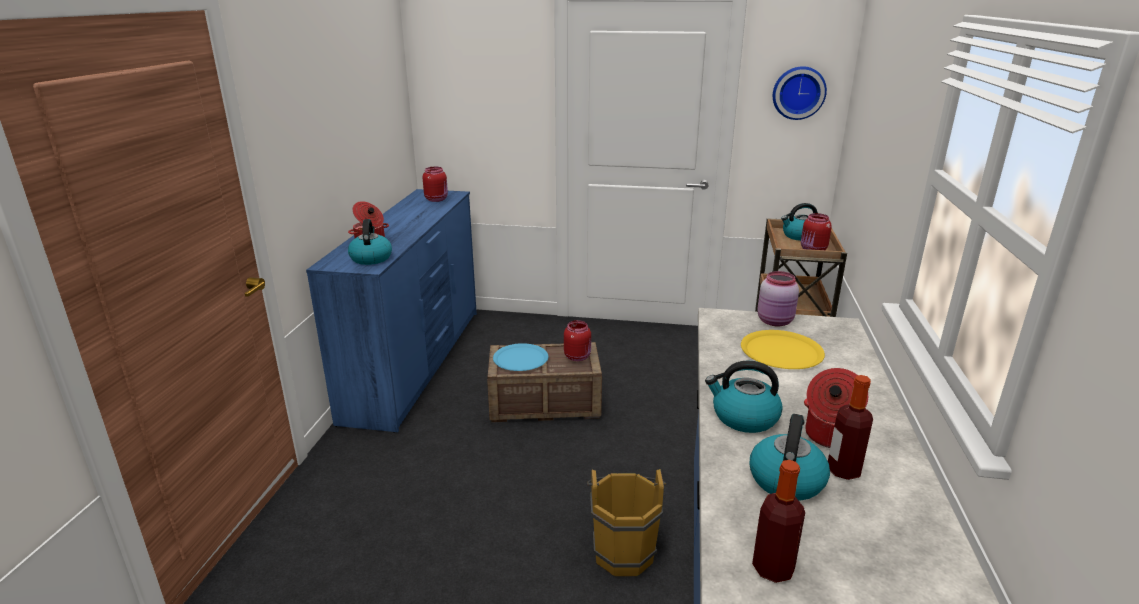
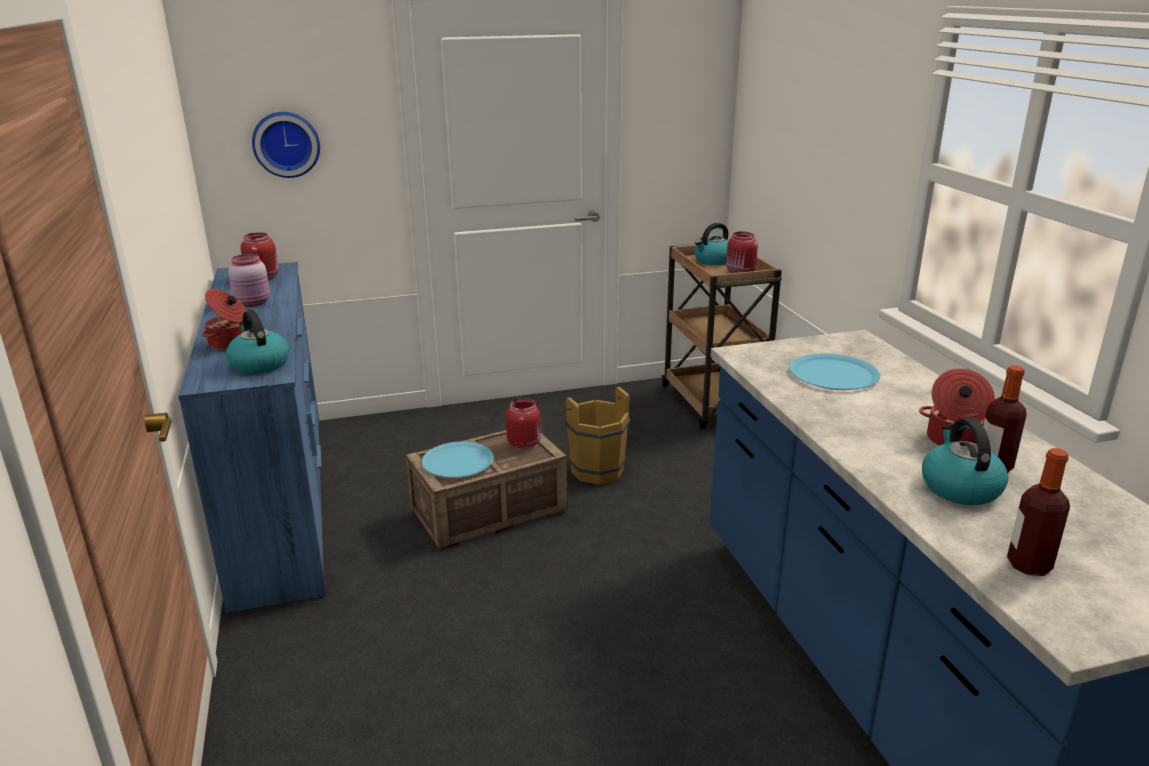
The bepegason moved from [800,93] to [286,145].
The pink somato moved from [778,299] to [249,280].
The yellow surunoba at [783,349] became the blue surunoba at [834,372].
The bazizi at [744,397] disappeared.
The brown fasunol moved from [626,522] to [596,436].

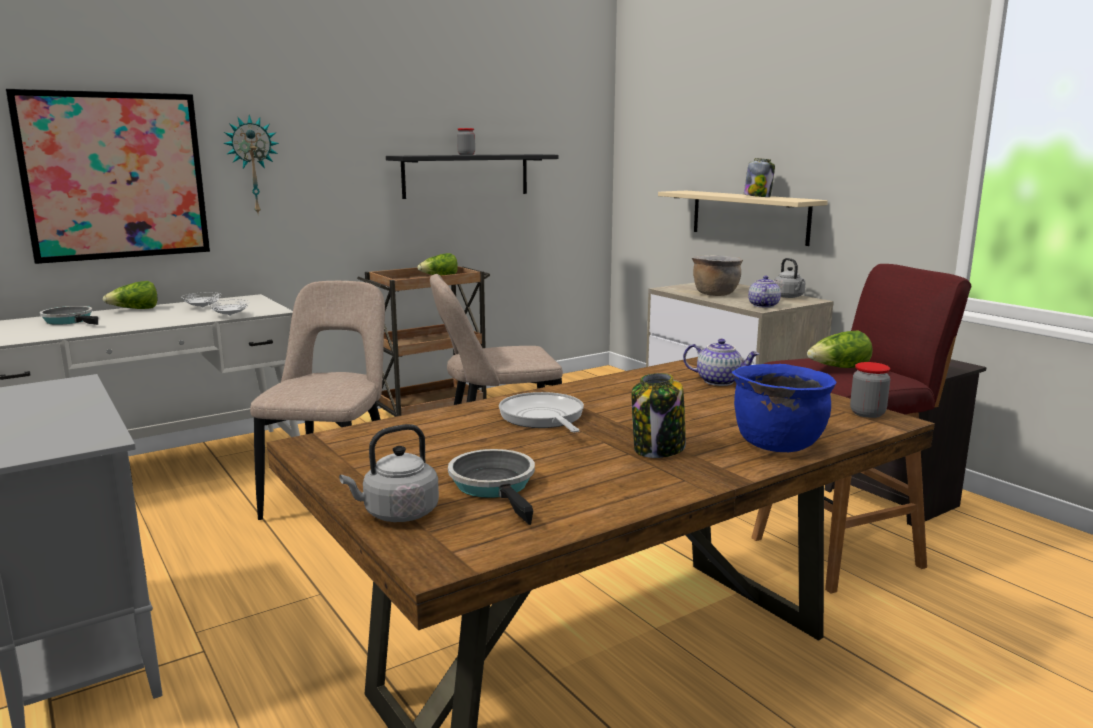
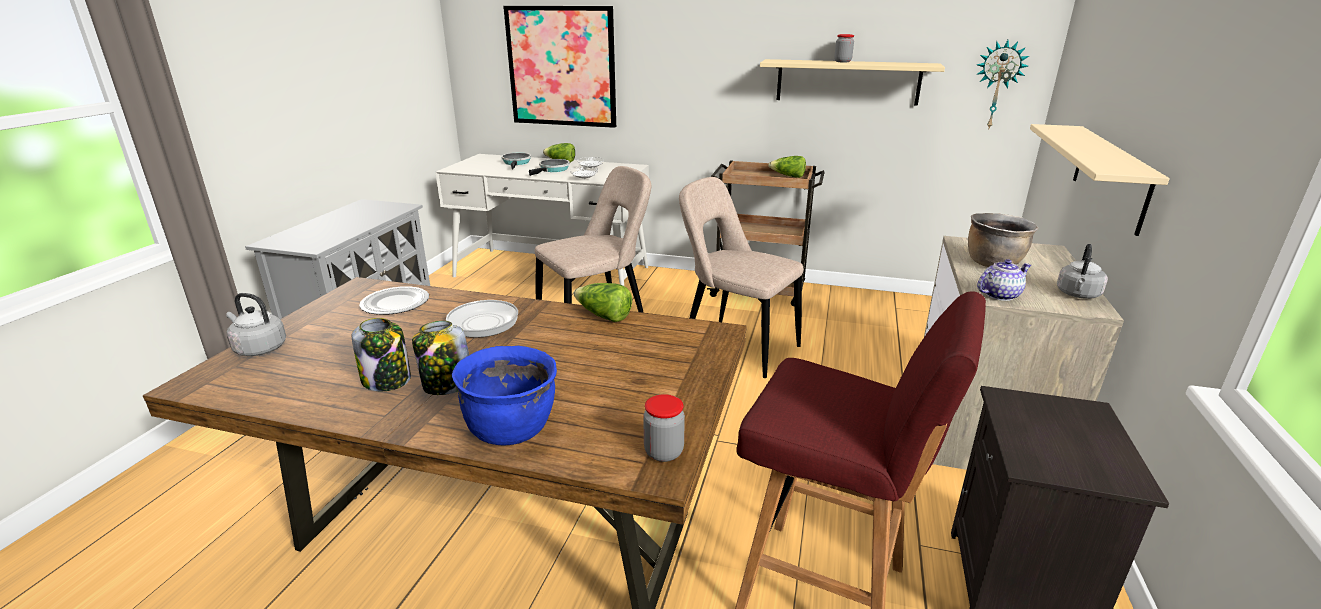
The bepegason moved from [251,165] to [1002,85].
The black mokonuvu at [472,176] became the beige mokonuvu at [852,82].
The somato moved from [759,177] to [381,354].
The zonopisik moved from [840,349] to [603,302].
The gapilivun at [721,362] disappeared.
The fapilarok moved from [491,487] to [549,167].
The surunoba at [394,300] appeared.

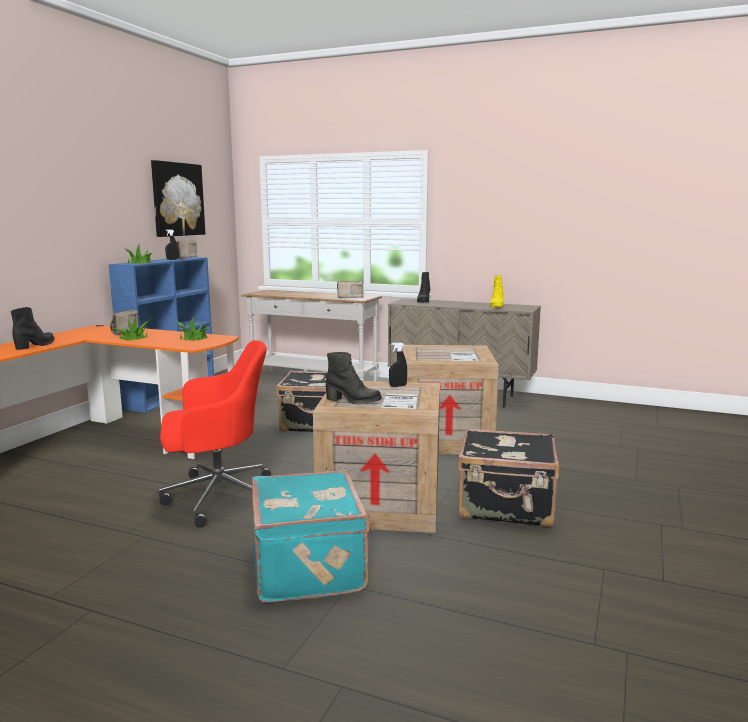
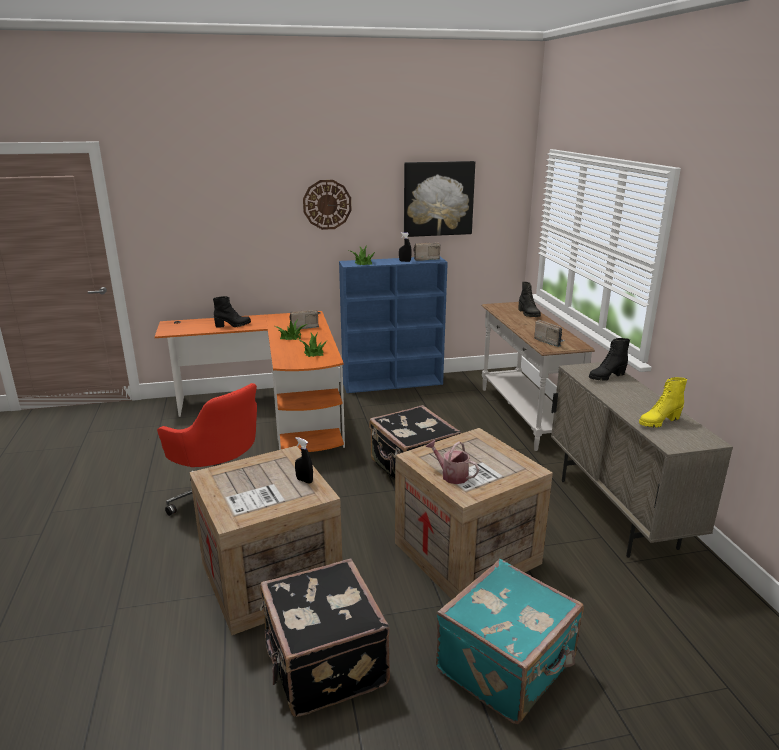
The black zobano moved from [354,378] to [529,299].
The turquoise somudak moved from [311,536] to [510,641].
The bepegason at [327,205] appeared.
The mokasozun at [452,462] appeared.

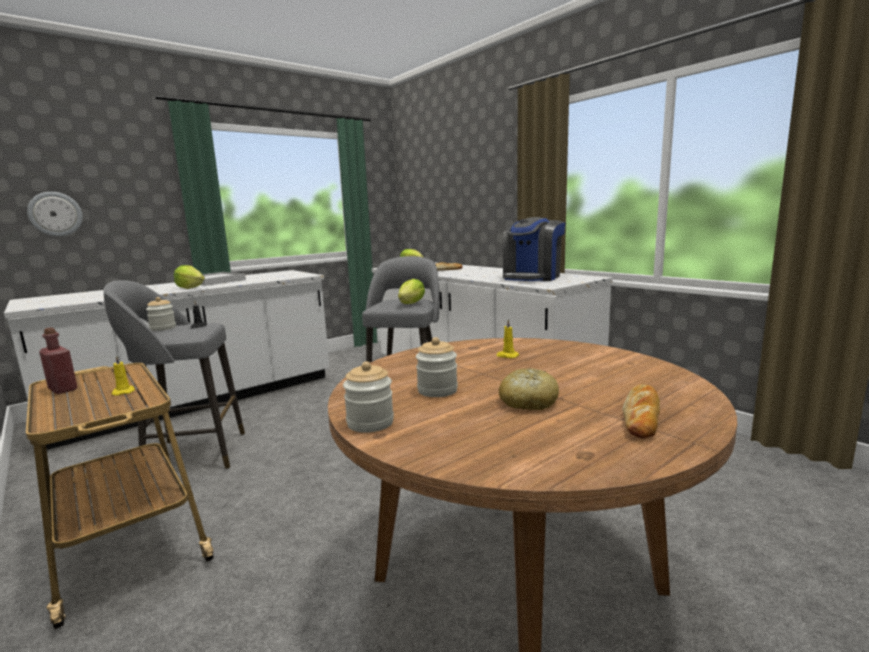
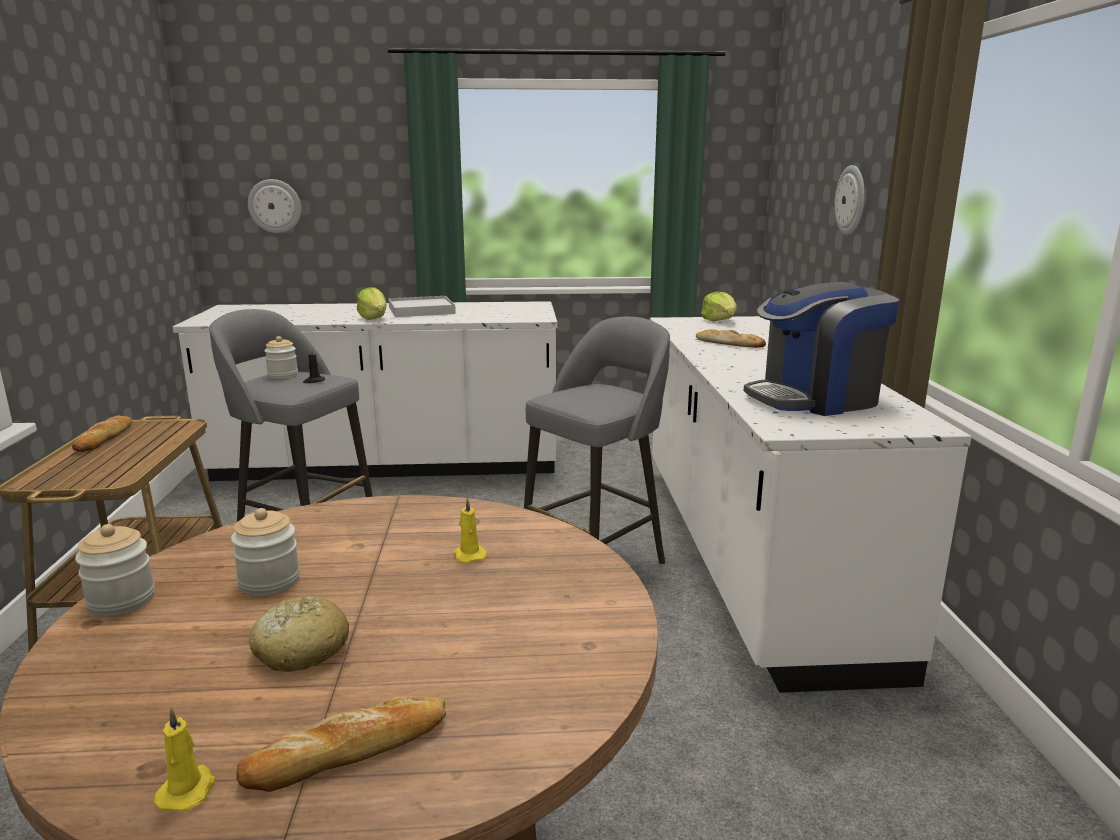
The zonopisik at [411,291] disappeared.
The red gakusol at [58,360] was replaced by the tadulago at [102,433].
The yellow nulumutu moved from [123,375] to [185,759].
The bepegason at [849,200] appeared.

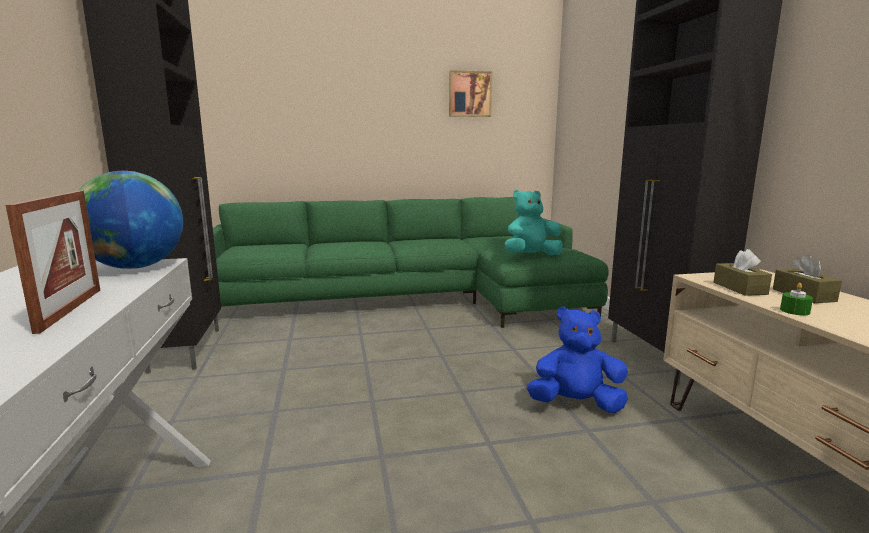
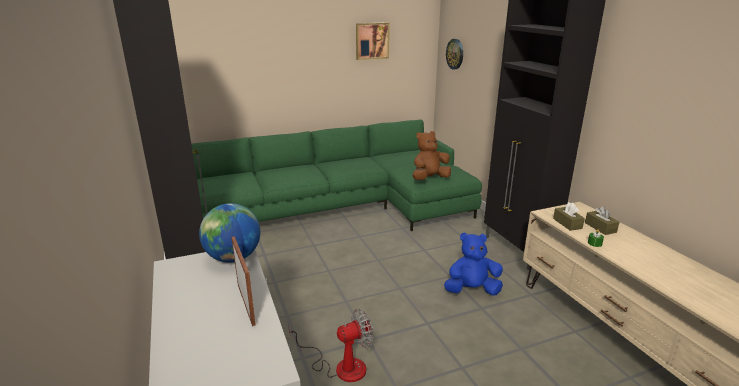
The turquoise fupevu at [534,222] became the brown fupevu at [432,155].
The bepegason at [454,54] appeared.
The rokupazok at [331,345] appeared.

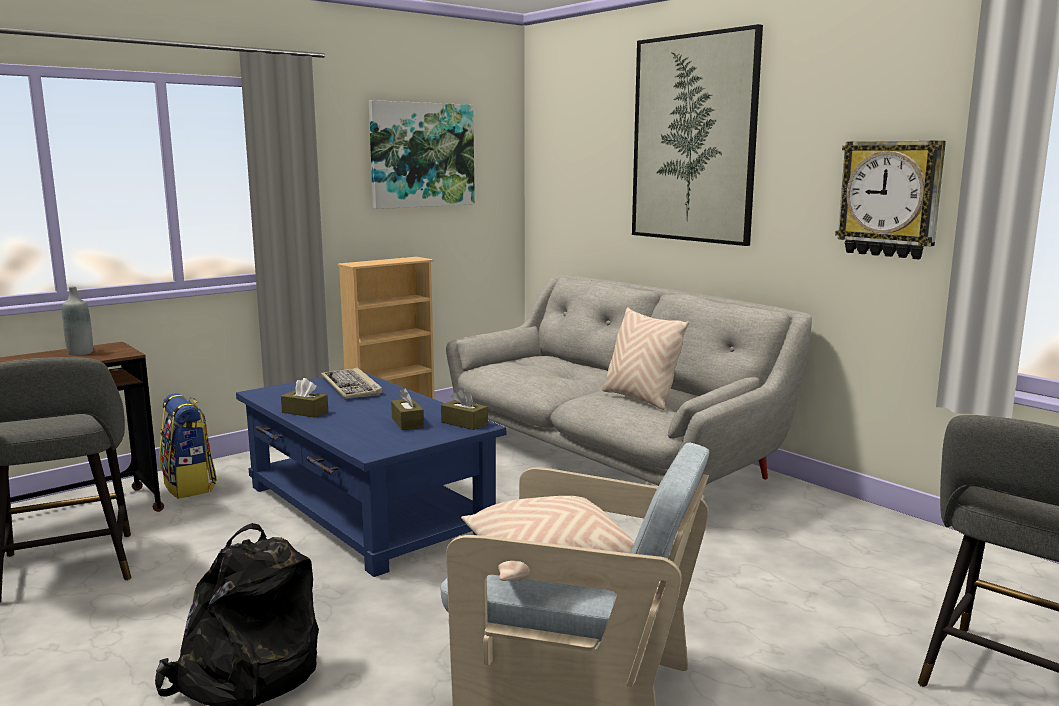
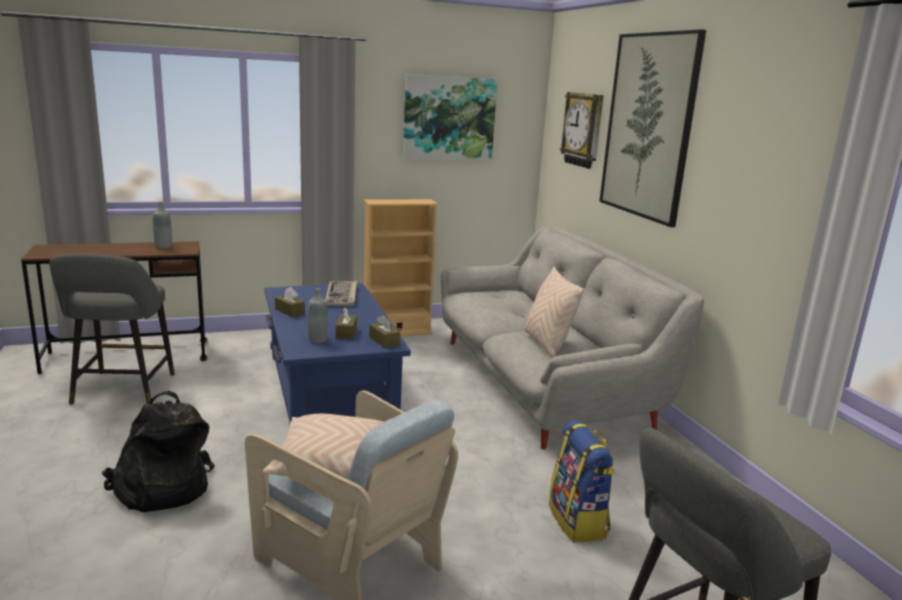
The bepegason moved from [890,200] to [582,130].
The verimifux moved from [188,446] to [582,481].
The grey gakusol at [317,315] appeared.

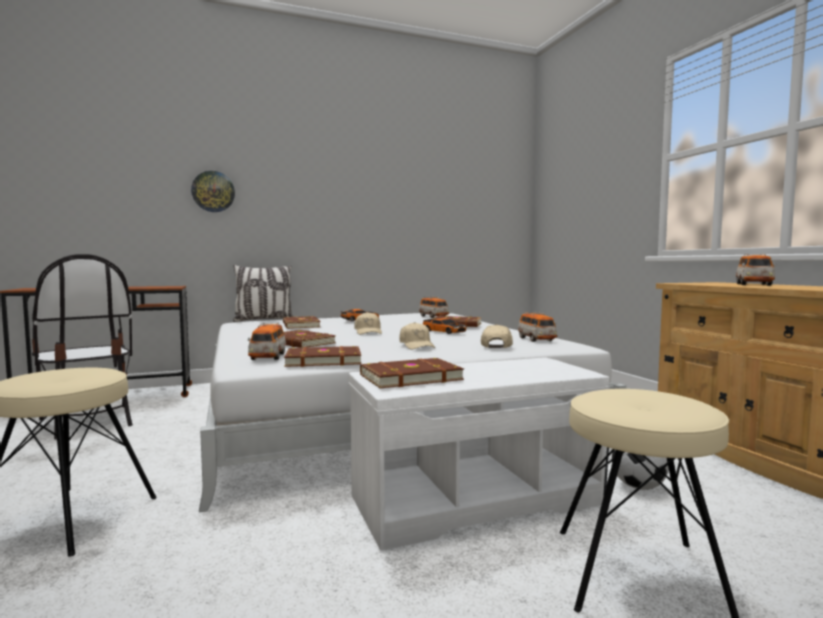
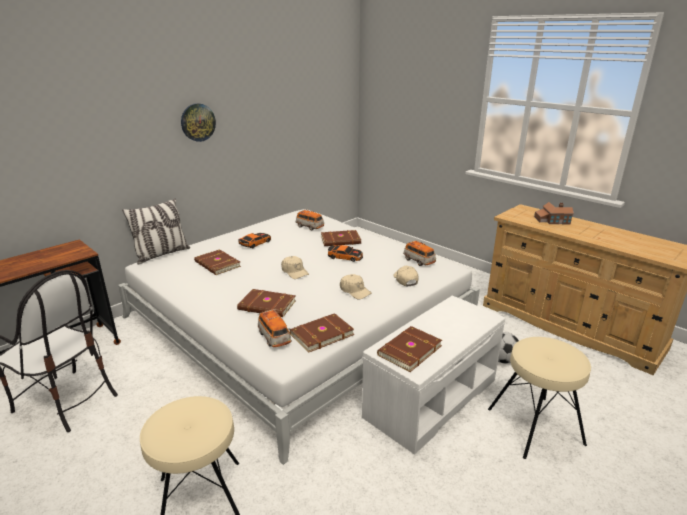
The bepegason moved from [213,191] to [198,122].
The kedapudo at [756,270] was replaced by the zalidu at [554,213].

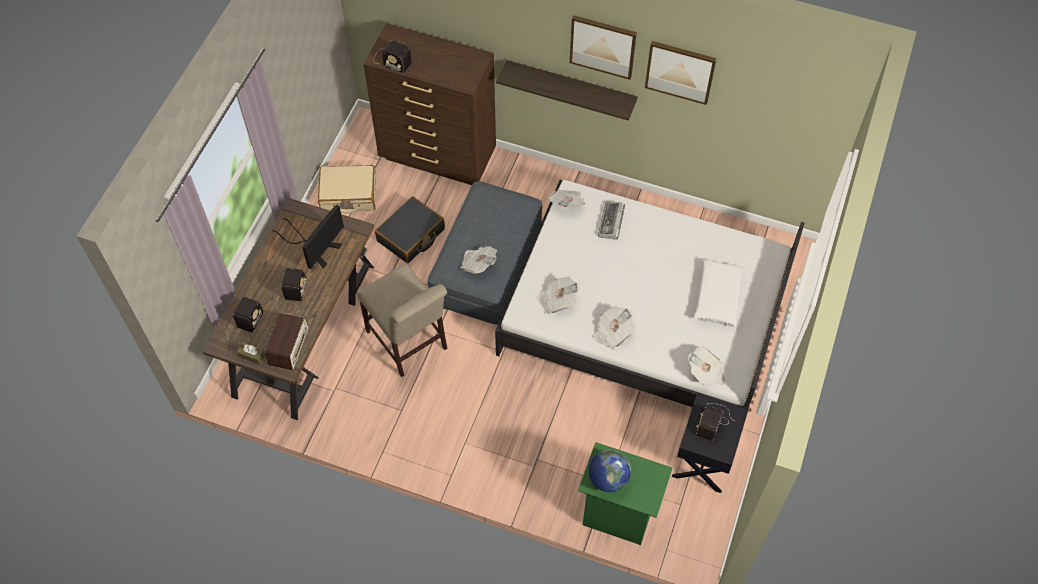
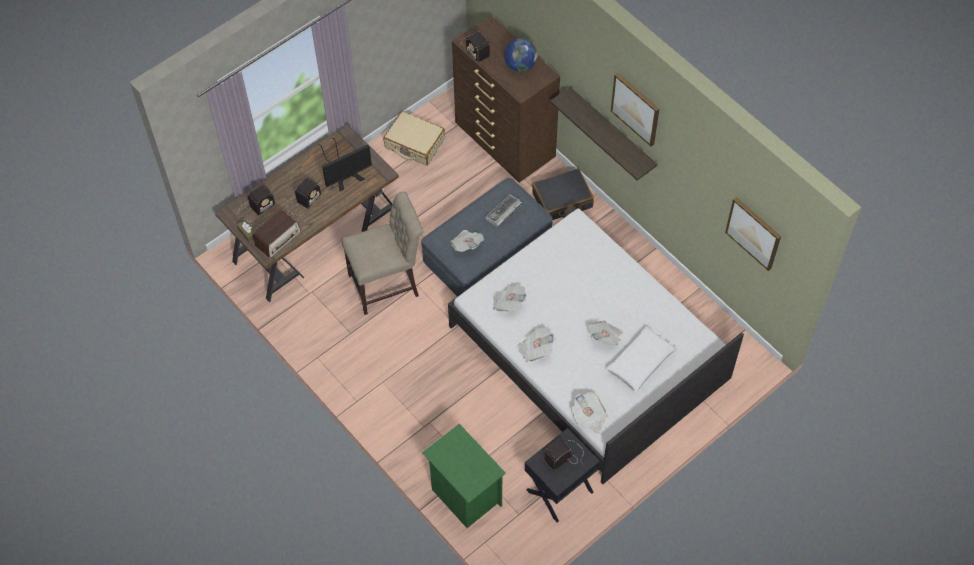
The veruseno moved from [681,73] to [753,234].
The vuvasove moved from [566,198] to [605,333].
The black somudak moved from [410,229] to [563,194].
The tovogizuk moved from [611,220] to [504,211].
The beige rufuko at [402,319] turned 105 degrees counterclockwise.
The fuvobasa moved from [610,471] to [521,55].

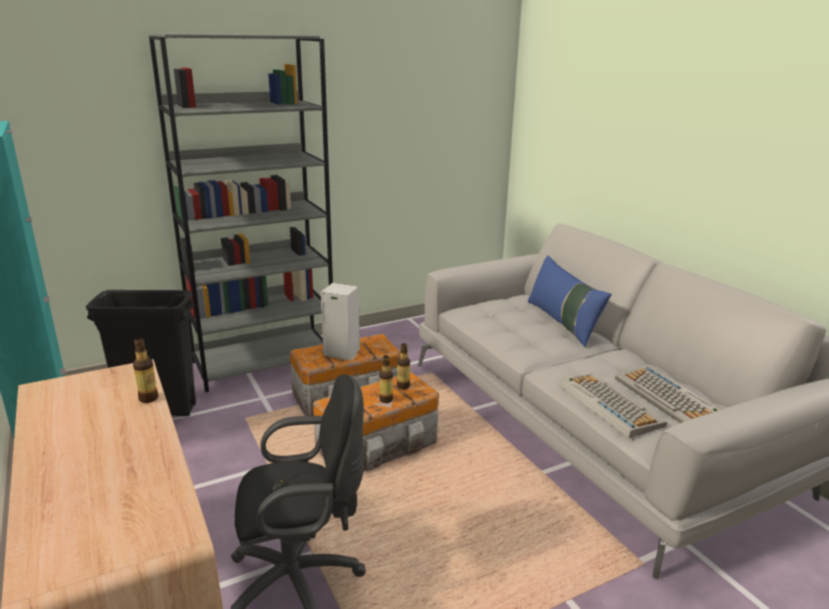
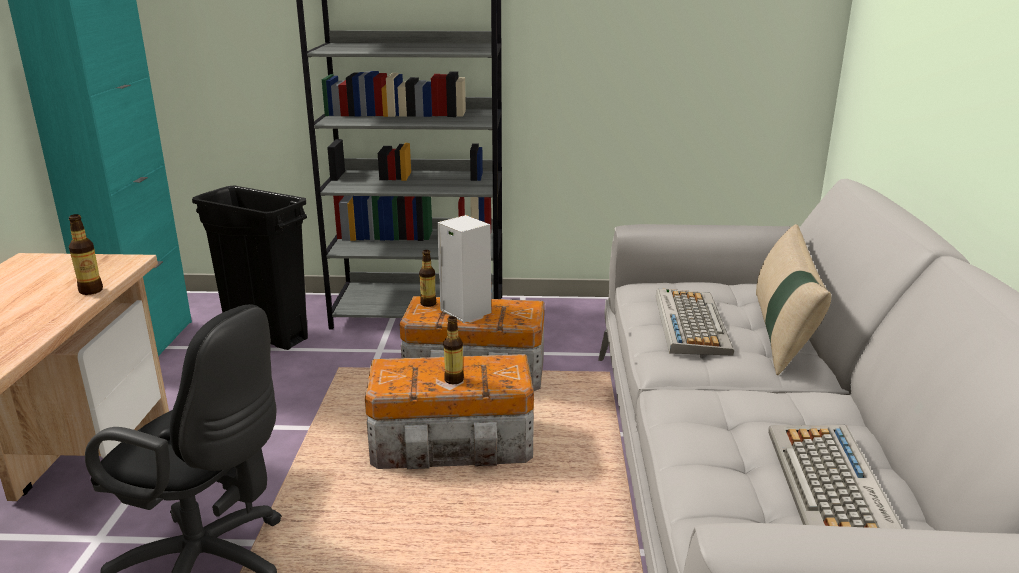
The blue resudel at [570,301] became the beige resudel at [793,299].
The gakusol moved from [403,366] to [427,278].
The tovogizuk moved from [613,405] to [695,322].

